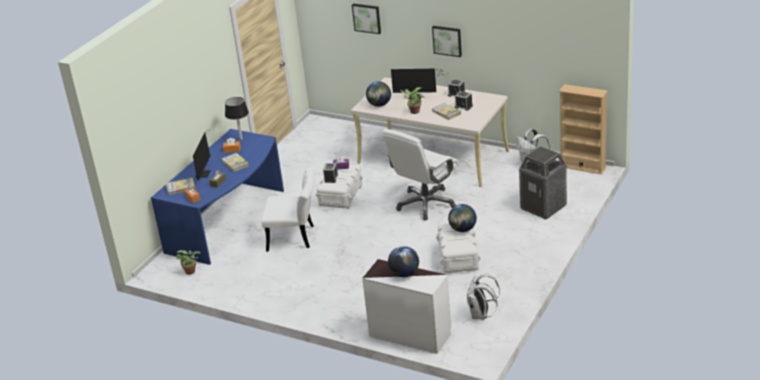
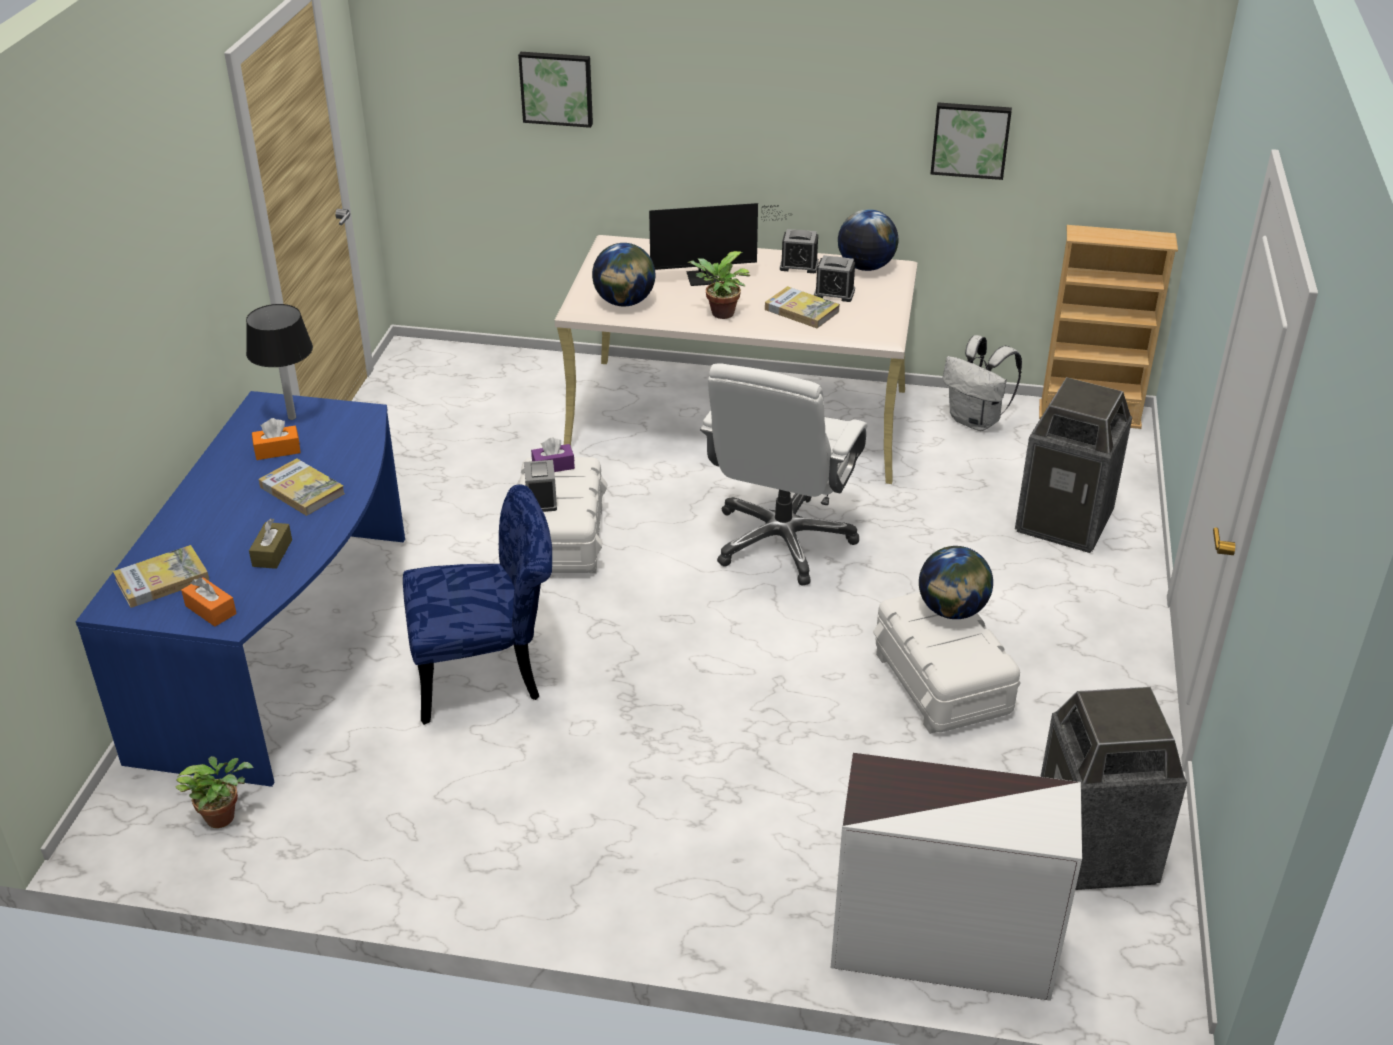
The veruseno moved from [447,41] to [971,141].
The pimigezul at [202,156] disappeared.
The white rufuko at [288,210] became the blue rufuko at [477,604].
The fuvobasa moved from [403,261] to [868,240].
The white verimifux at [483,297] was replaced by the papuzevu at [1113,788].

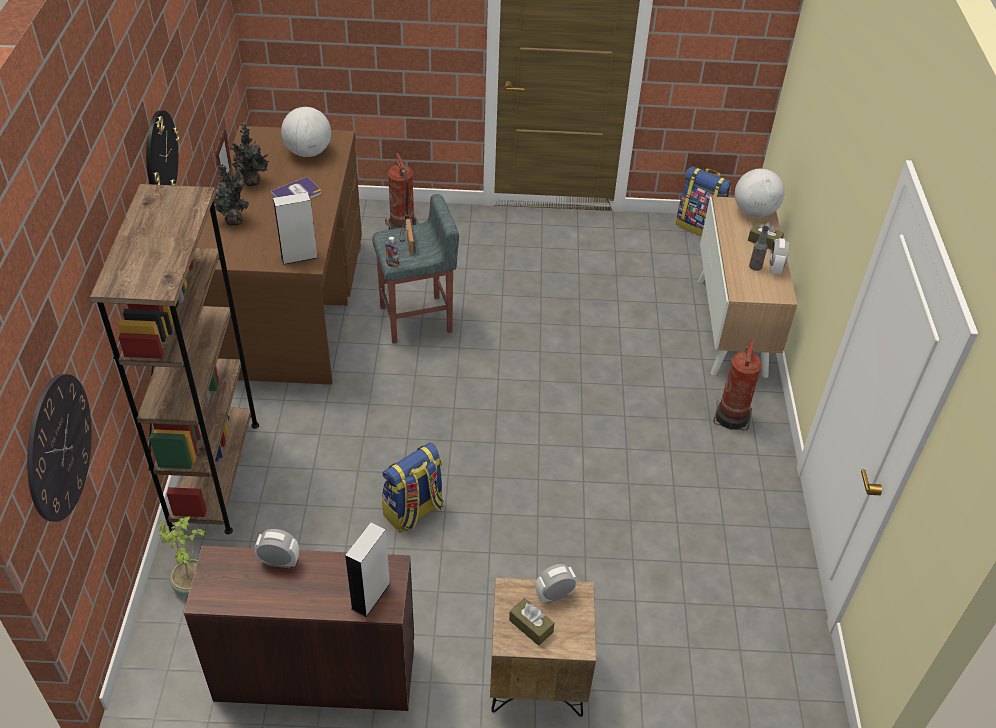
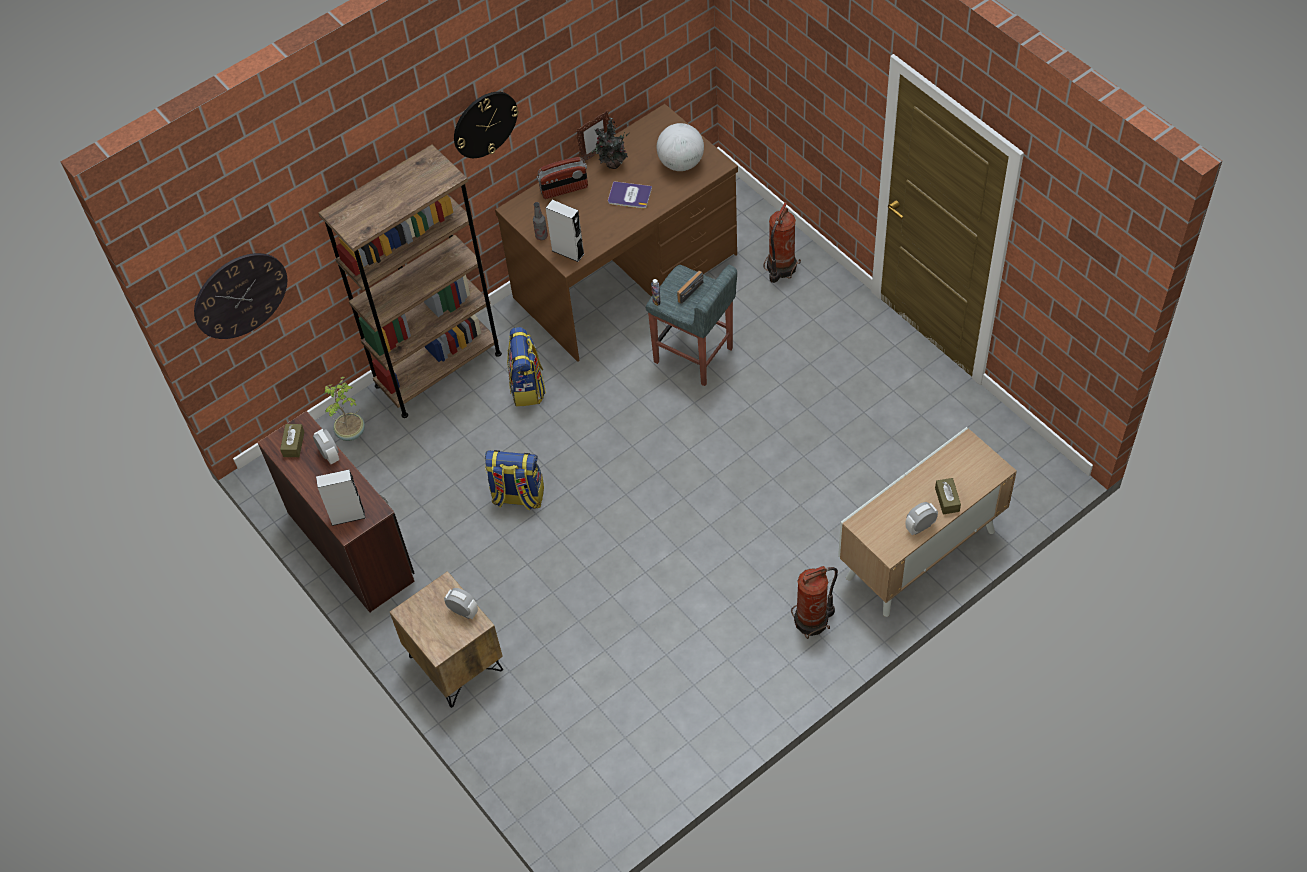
The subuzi at [231,195] was replaced by the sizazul at [562,178].
The verimifux moved from [703,201] to [526,367].
The fuvobasa at [760,193] disappeared.
The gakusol moved from [759,248] to [540,221].
The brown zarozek moved from [531,622] to [292,440].

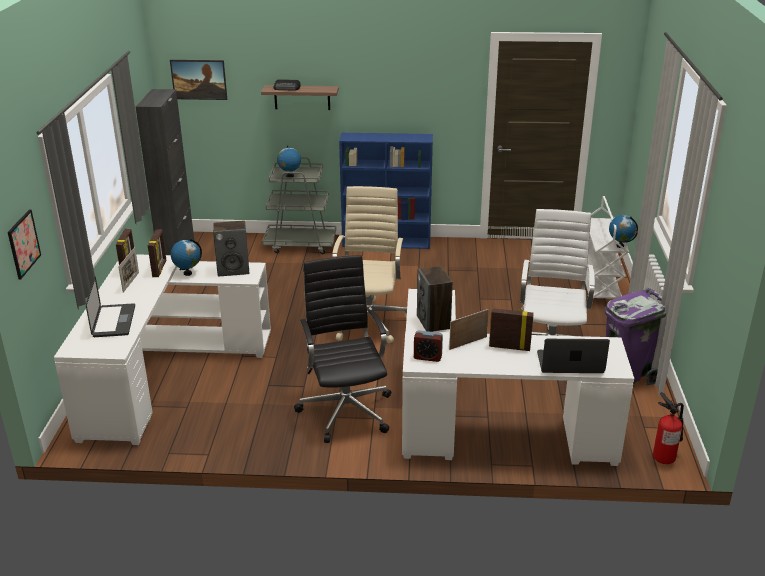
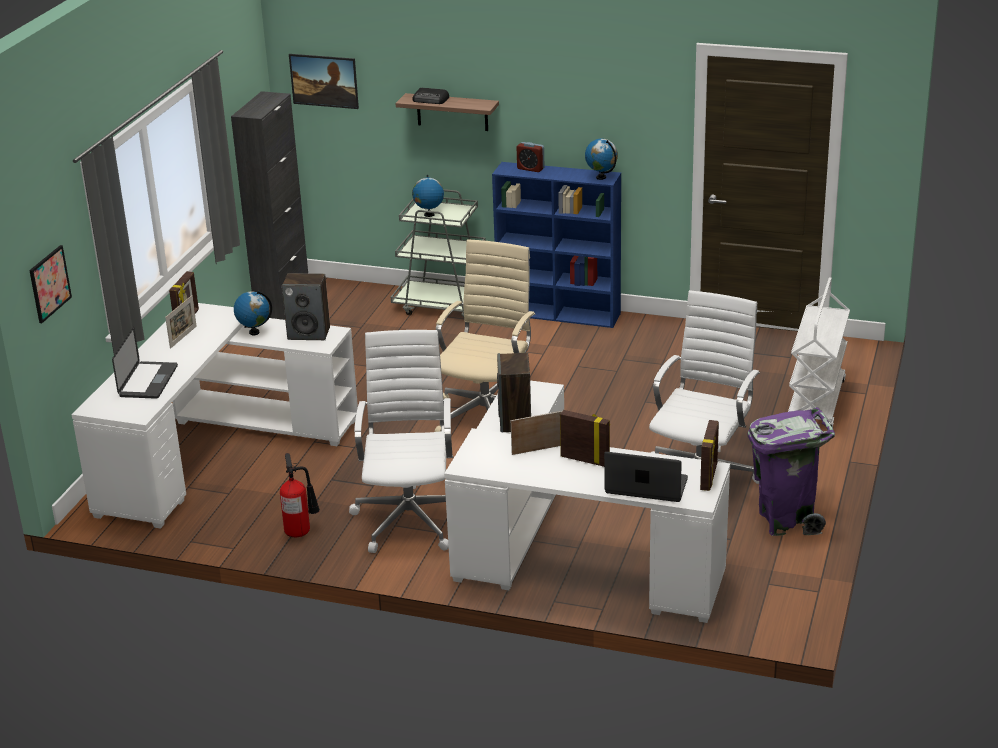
The fuvobasa moved from [623,231] to [601,159].
The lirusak moved from [157,253] to [709,455].
The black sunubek at [342,349] became the white sunubek at [401,441].
The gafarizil moved from [428,346] to [530,157].
The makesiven moved from [668,428] to [300,495].

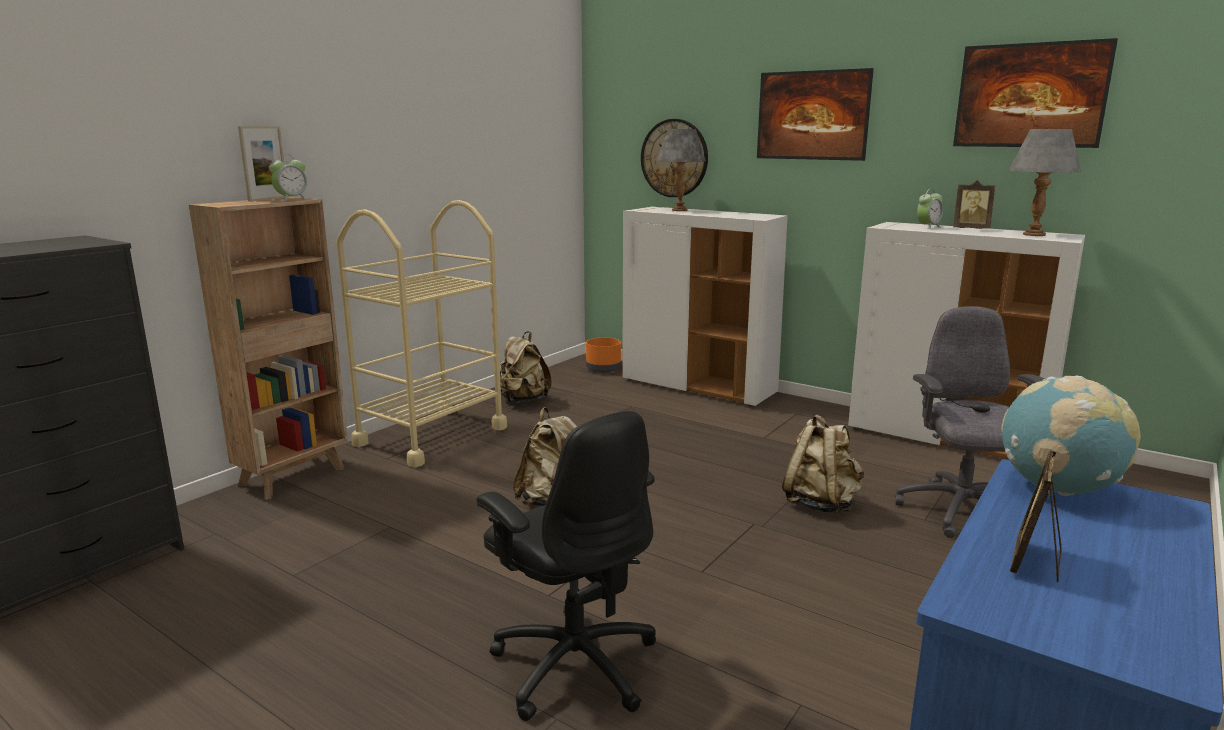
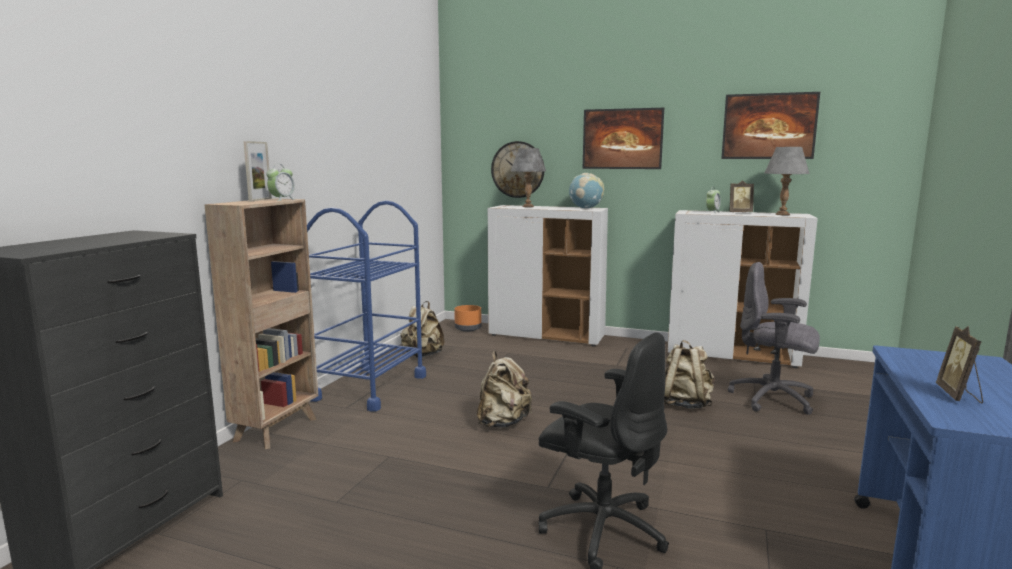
The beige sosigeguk at [421,333] became the blue sosigeguk at [366,306].
The grey sunubek at [970,422] turned 45 degrees counterclockwise.
The fuvobasa moved from [1071,436] to [586,190].

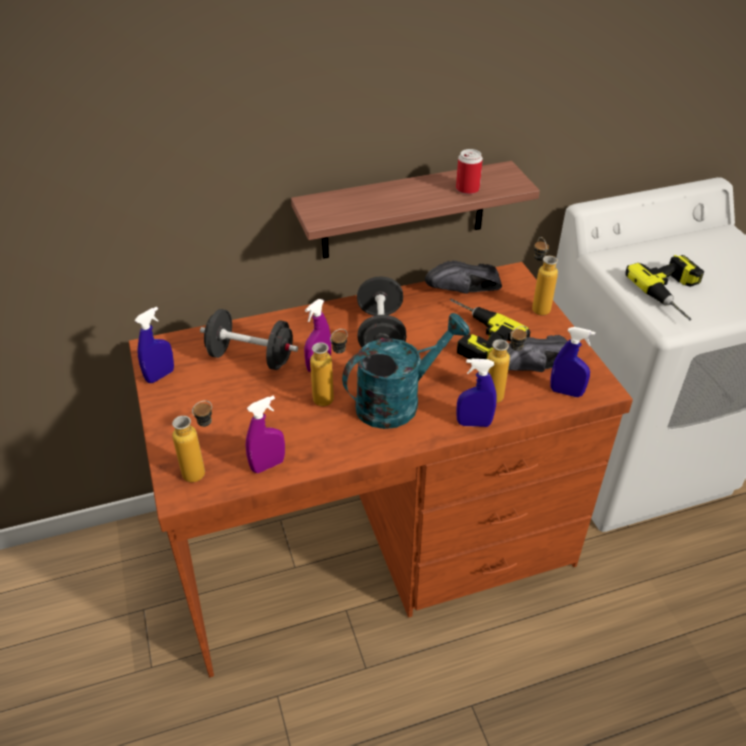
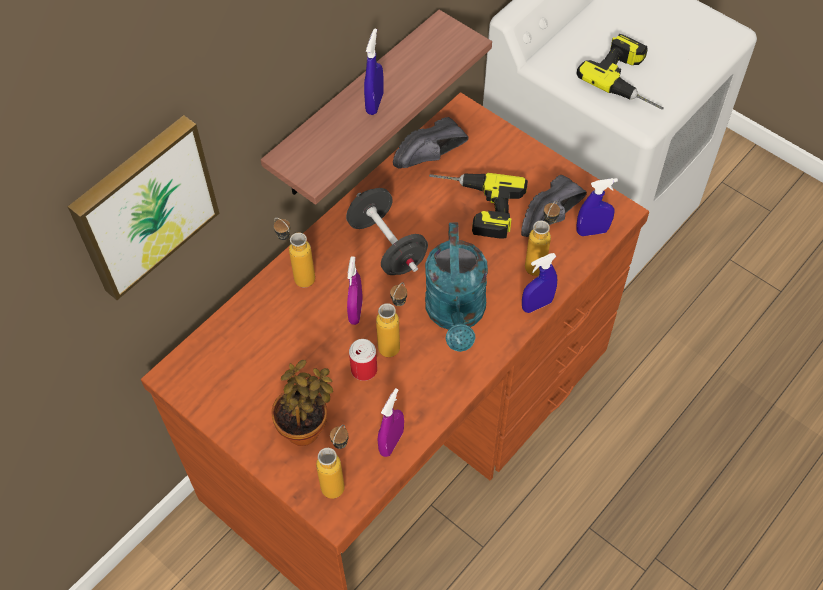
The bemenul moved from [469,171] to [363,360].
The gakusol moved from [545,276] to [294,253].
The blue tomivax moved from [154,344] to [374,72].
The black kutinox at [249,339] disappeared.
The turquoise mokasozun at [406,371] turned 150 degrees clockwise.
The veruseno at [143,207] appeared.
The subuzi at [302,403] appeared.

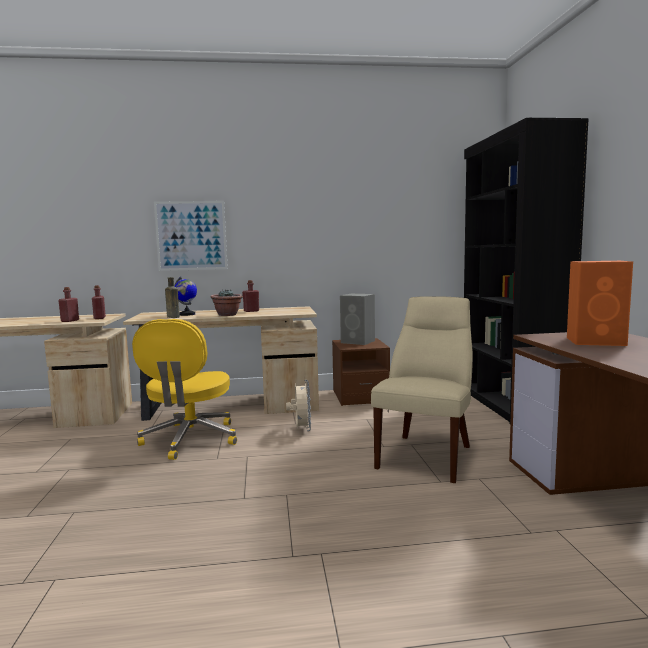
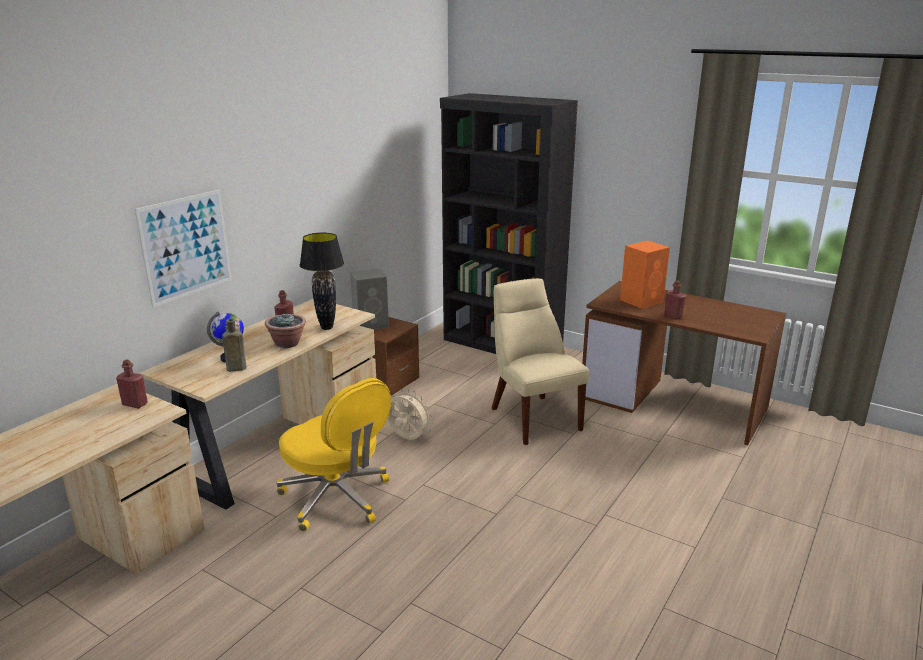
The red gakusol moved from [68,304] to [675,300].
The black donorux at [322,281] appeared.

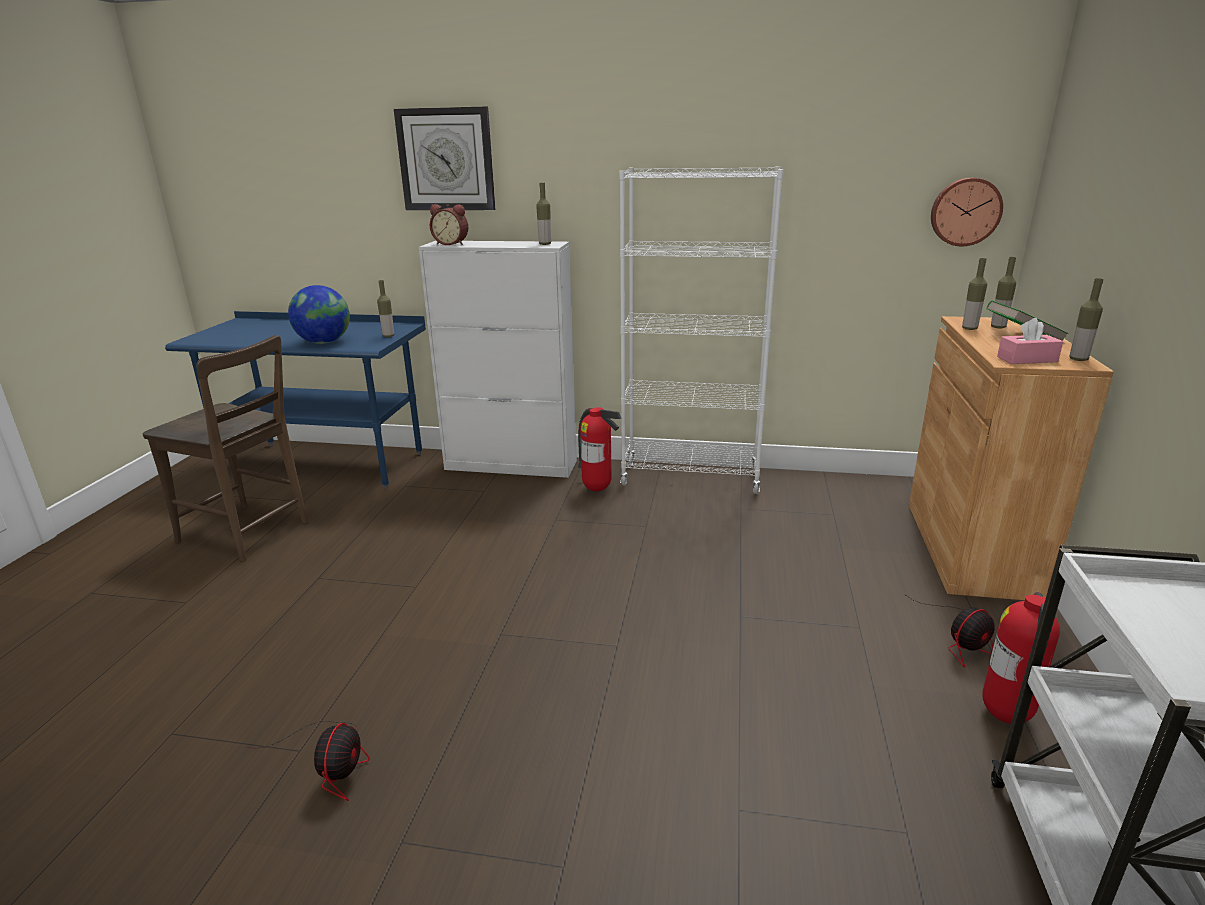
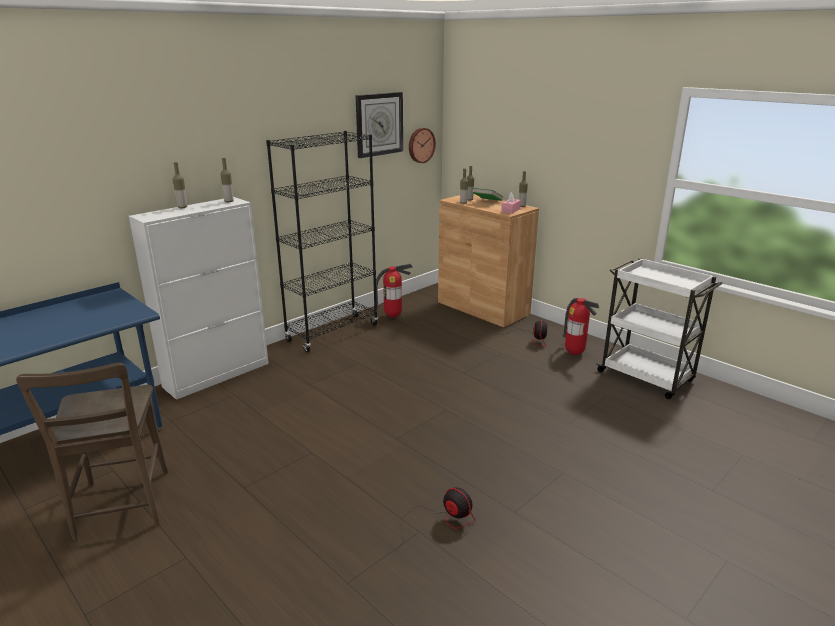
The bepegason moved from [445,158] to [379,125].
The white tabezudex at [701,330] became the black tabezudex at [322,241].
The gafarizil at [449,224] disappeared.
The gakusol moved from [385,308] to [180,185].
The fuvobasa at [319,314] disappeared.
The brown rufuko at [225,448] turned 105 degrees clockwise.
The makesiven moved from [600,449] to [394,290].

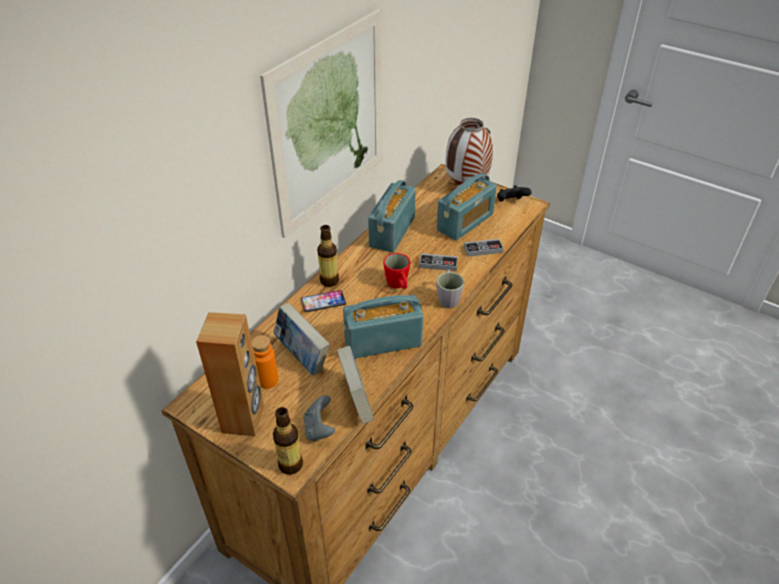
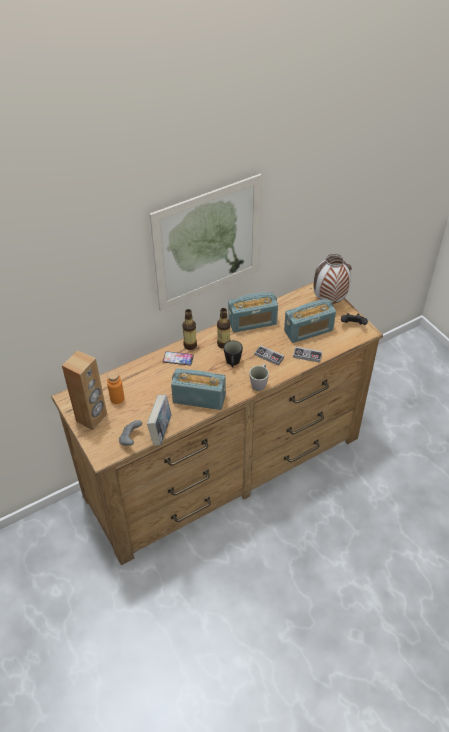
The sizazul at [392,216] turned 150 degrees counterclockwise.
The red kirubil at [396,271] became the black kirubil at [233,354].
The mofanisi at [301,339] disappeared.
The gakusol moved from [288,441] to [223,328].

